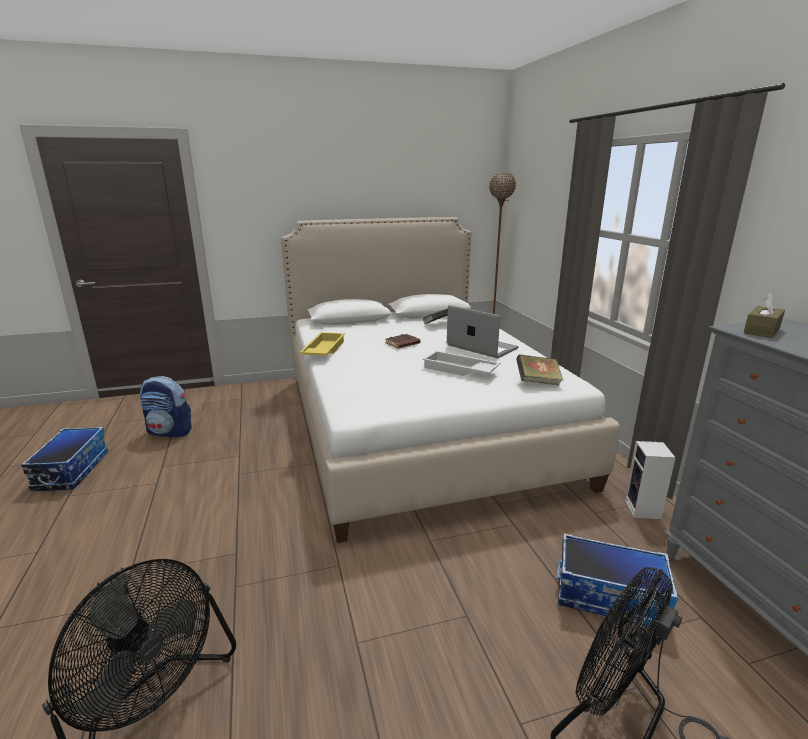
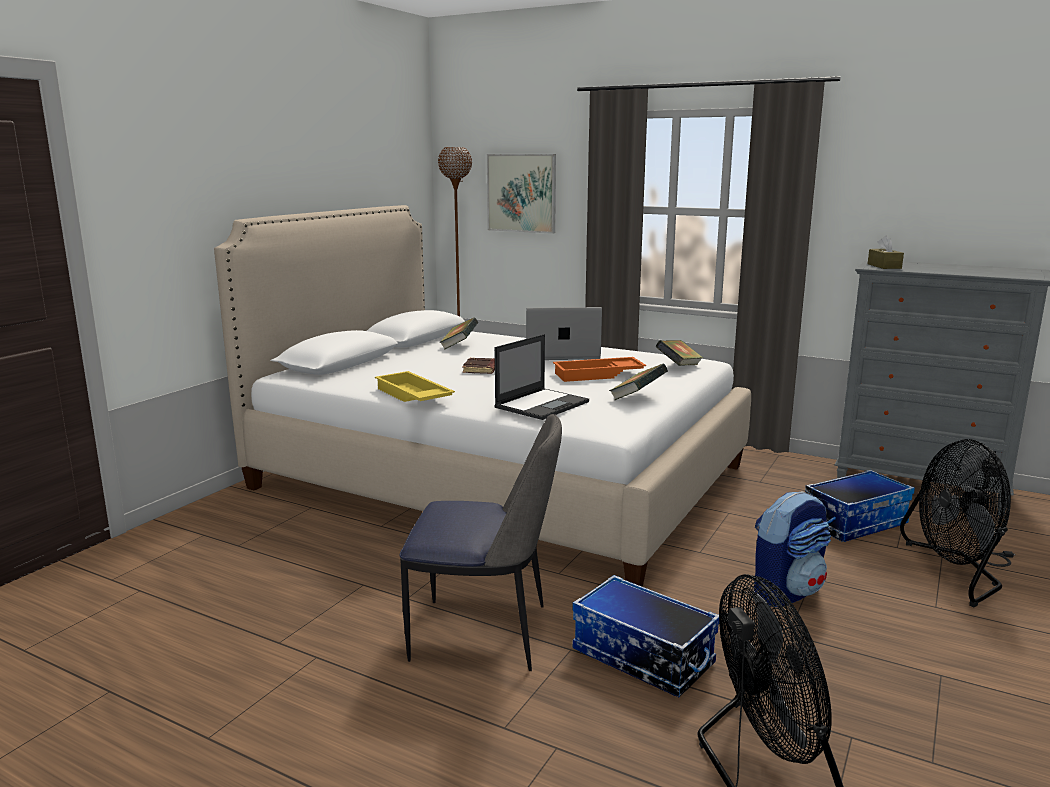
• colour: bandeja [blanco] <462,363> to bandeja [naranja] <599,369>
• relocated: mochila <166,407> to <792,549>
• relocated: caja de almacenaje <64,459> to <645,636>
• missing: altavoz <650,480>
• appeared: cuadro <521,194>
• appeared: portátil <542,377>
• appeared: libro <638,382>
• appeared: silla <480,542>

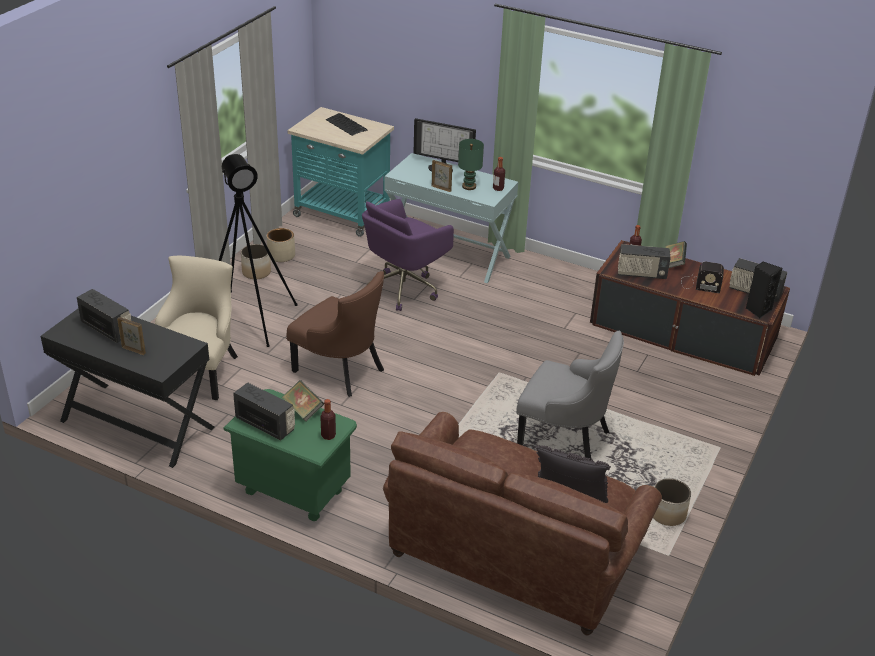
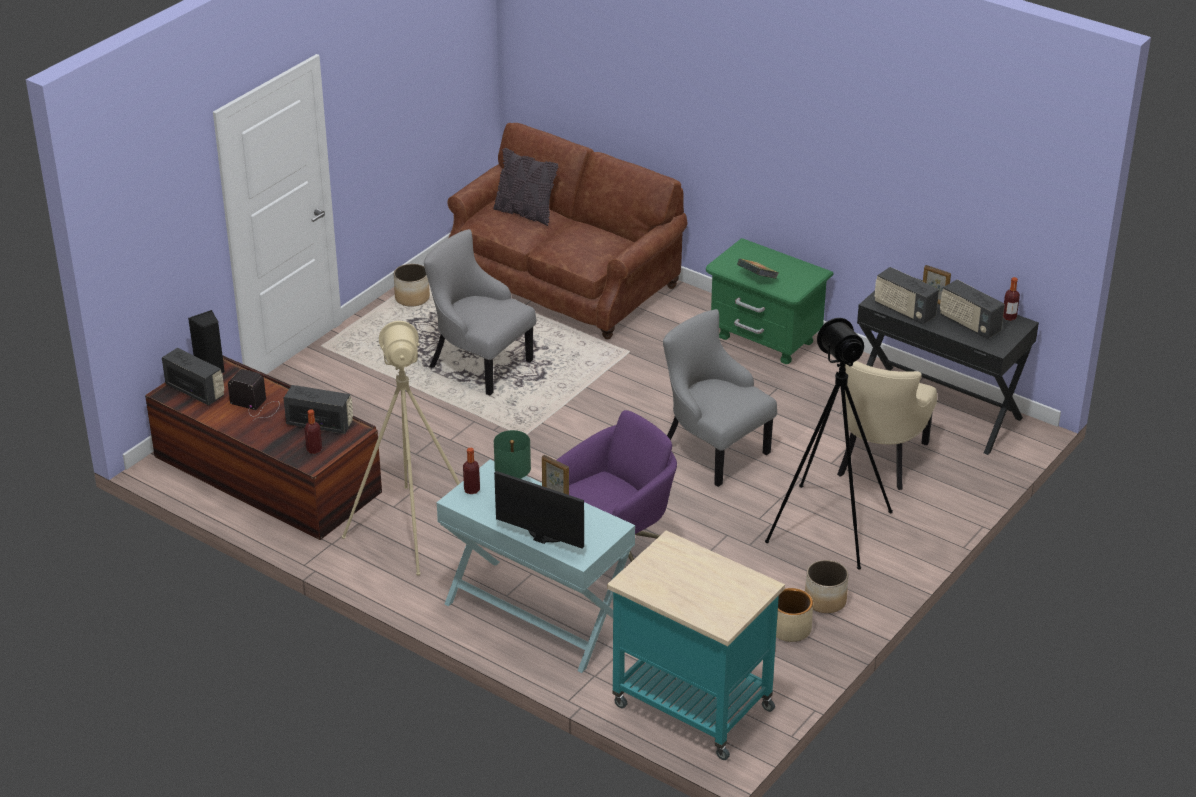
• missing: teclado <347,124>
• missing: libro <676,254>
• colour: silla [marrón] <335,334> to silla [gris] <720,398>
• relocated: radio <264,411> to <906,296>
• relocated: botella <328,419> to <1011,299>
• appeared: lámpara de pie [beis] <401,448>

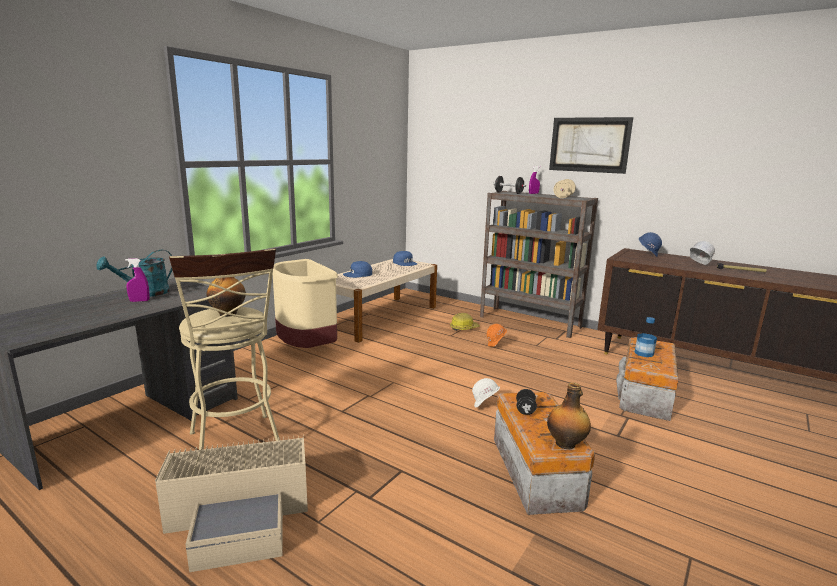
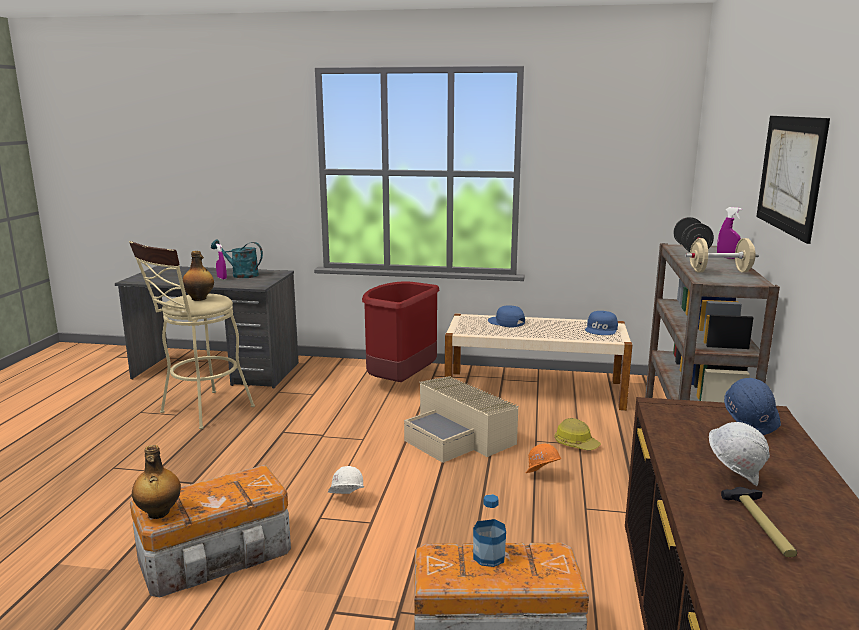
• colour: papelera [beis] <305,303> to papelera [rojo] <400,331>
• missing: mancuerna [negro] <526,402>
• relocated: caja de almacenaje [beis] <231,503> to <461,419>

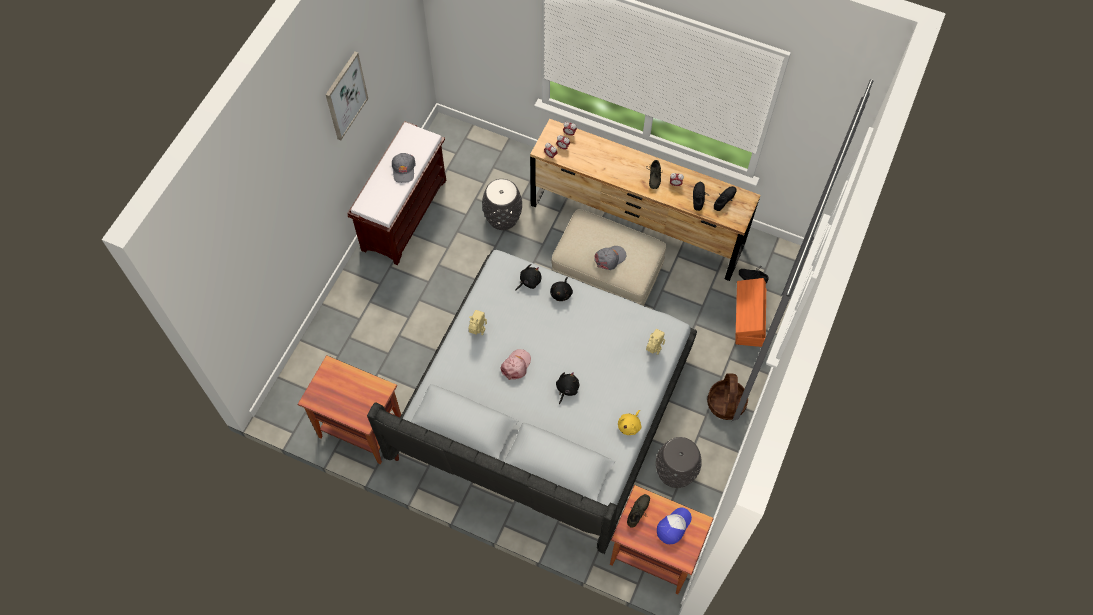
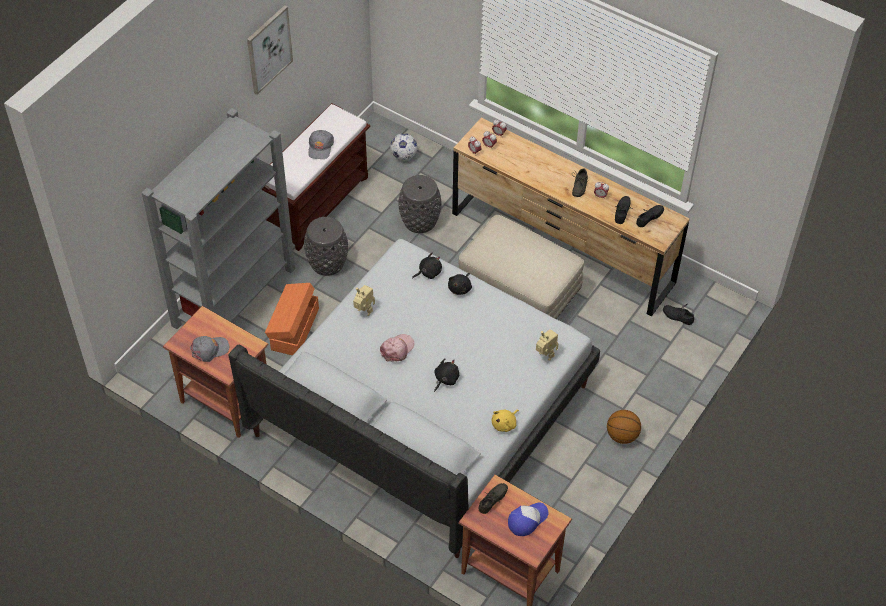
• relocated: gorra [gris] <610,258> to <209,349>
• relocated: caja de almacenaje [naranja] <750,312> to <292,319>
• exchanged: cesta <727,396> to balón de baloncesto <624,427>
• relocated: taburete [gris] <679,462> to <326,246>
• appeared: estantería [gris] <218,218>
• appeared: balón de fútbol <403,147>

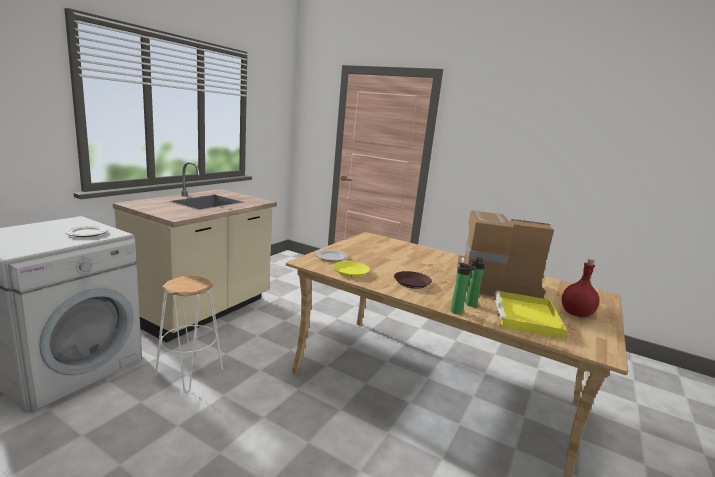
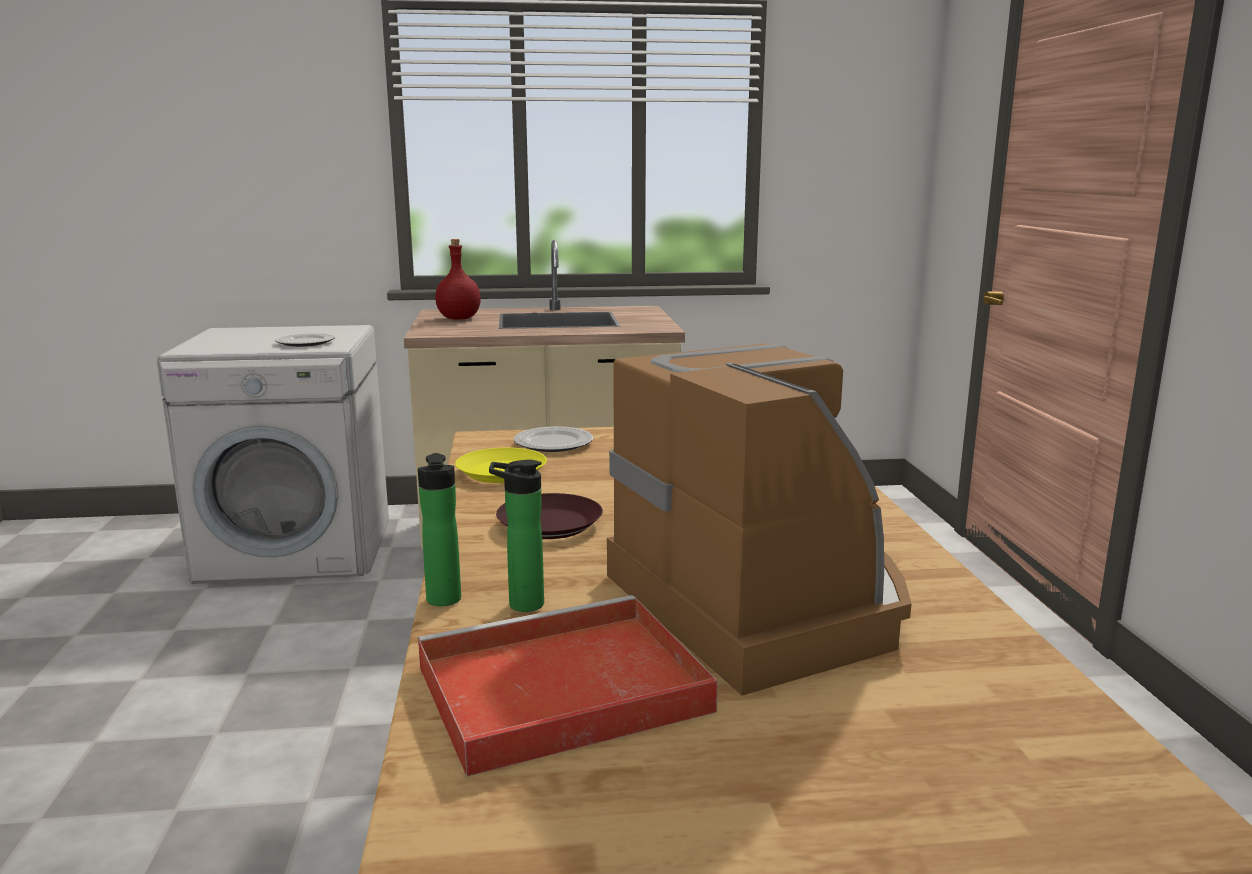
• relocated: botella [rojo] <580,288> to <458,279>
• missing: taburete [blanco] <189,334>
• colour: bandeja [amarillo] <530,314> to bandeja [rojo] <568,686>

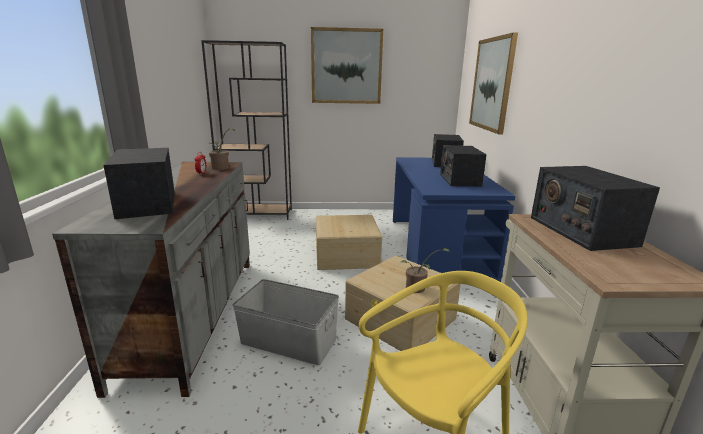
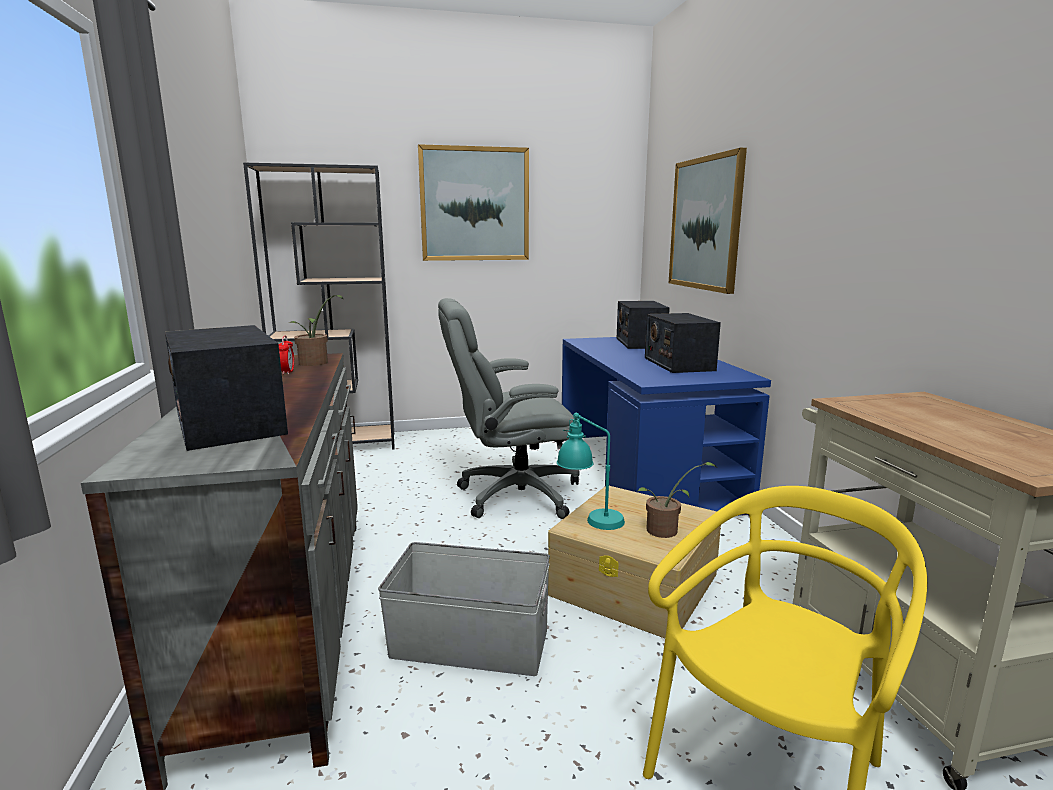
• missing: radio <595,208>
• exchanged: caja de almacenaje [beis] <349,242> to silla de oficina [gris] <508,408>
• appeared: lámpara de mesa [turquesa] <591,471>

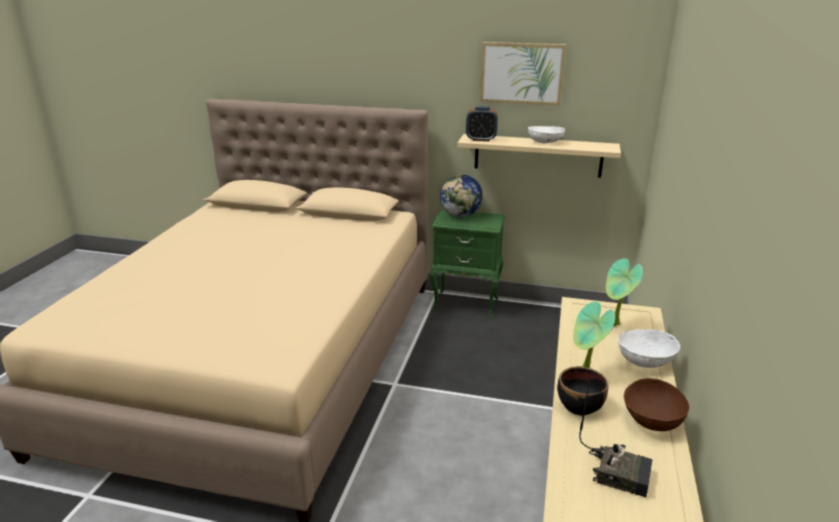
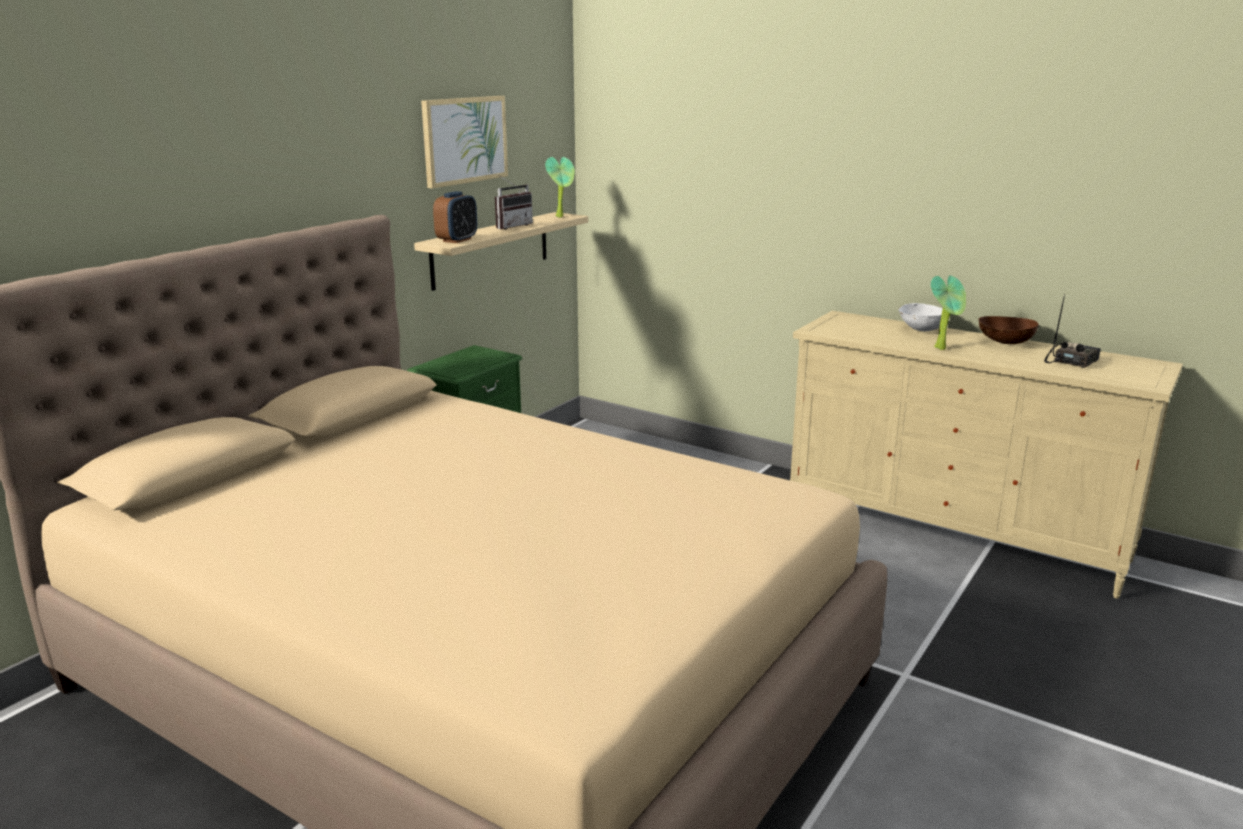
• exchanged: cuenco [blanco] <546,134> to radio <514,202>
• missing: globo terráqueo <461,195>
• relocated: planta en maceta <624,292> to <560,187>
• missing: cuenco [negro] <582,390>

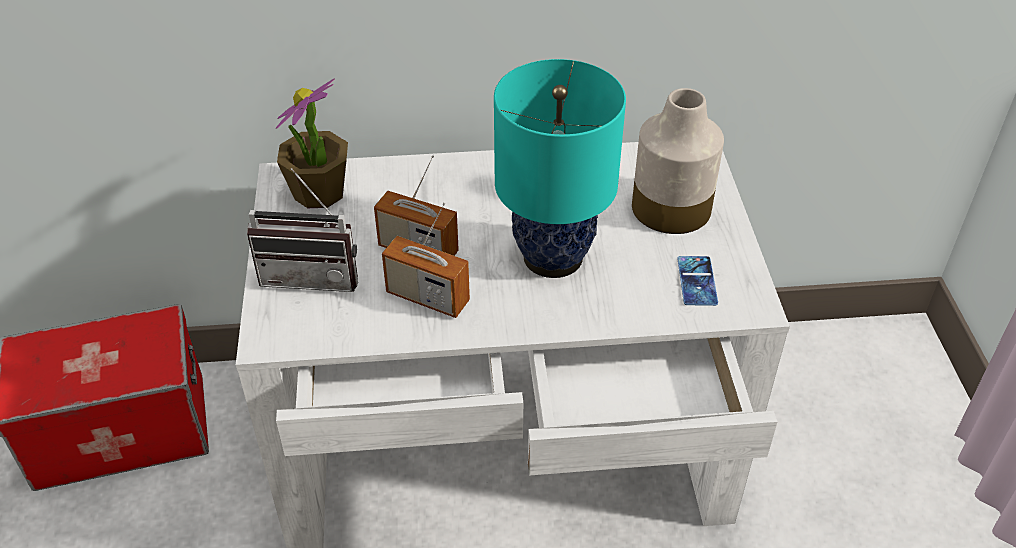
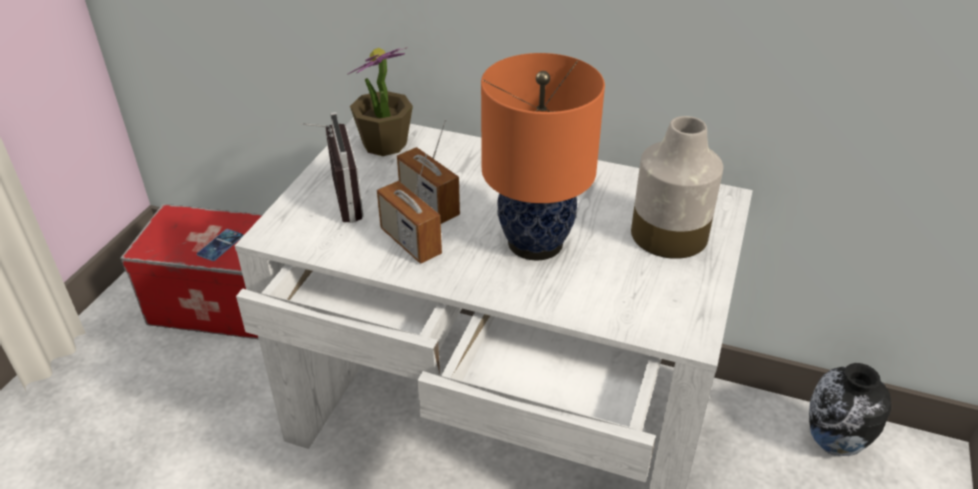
• colour: lámpara de mesa [turquesa] <560,168> to lámpara de mesa [naranja] <543,156>
• spun: radio <302,230> = <332,167> 135 degrees counterclockwise
• relocated: móvil <697,281> to <220,245>
• appeared: florero <850,409>

